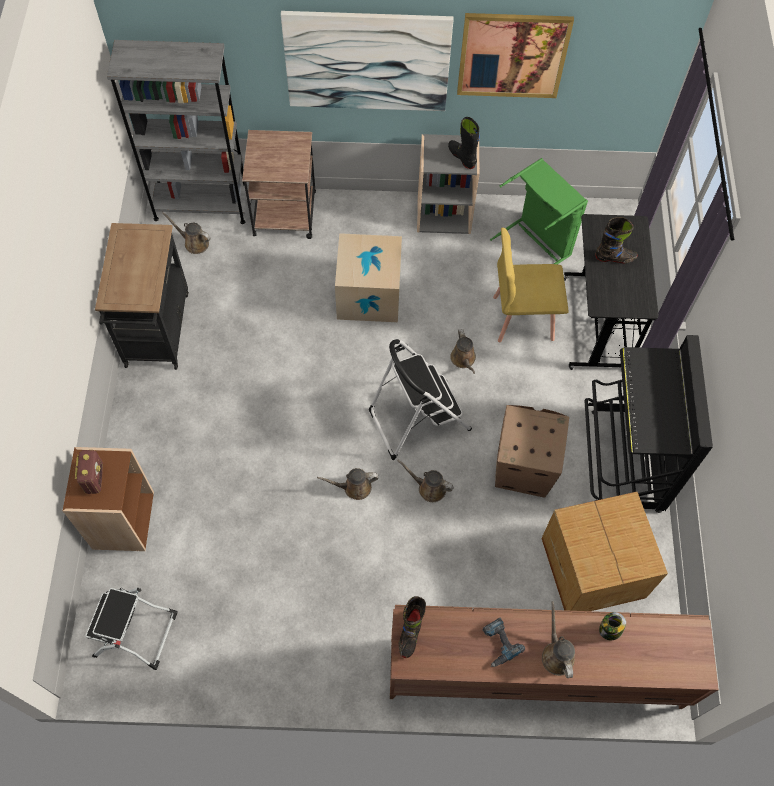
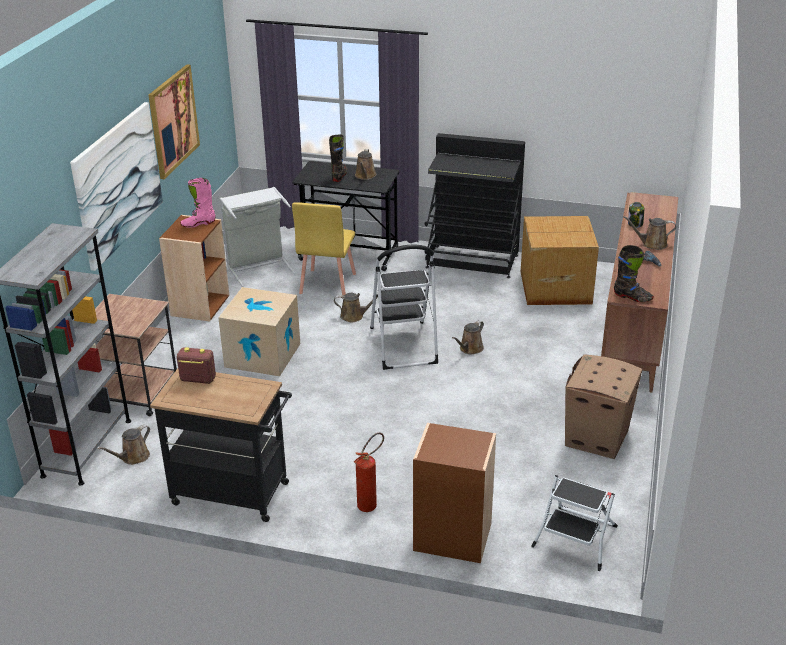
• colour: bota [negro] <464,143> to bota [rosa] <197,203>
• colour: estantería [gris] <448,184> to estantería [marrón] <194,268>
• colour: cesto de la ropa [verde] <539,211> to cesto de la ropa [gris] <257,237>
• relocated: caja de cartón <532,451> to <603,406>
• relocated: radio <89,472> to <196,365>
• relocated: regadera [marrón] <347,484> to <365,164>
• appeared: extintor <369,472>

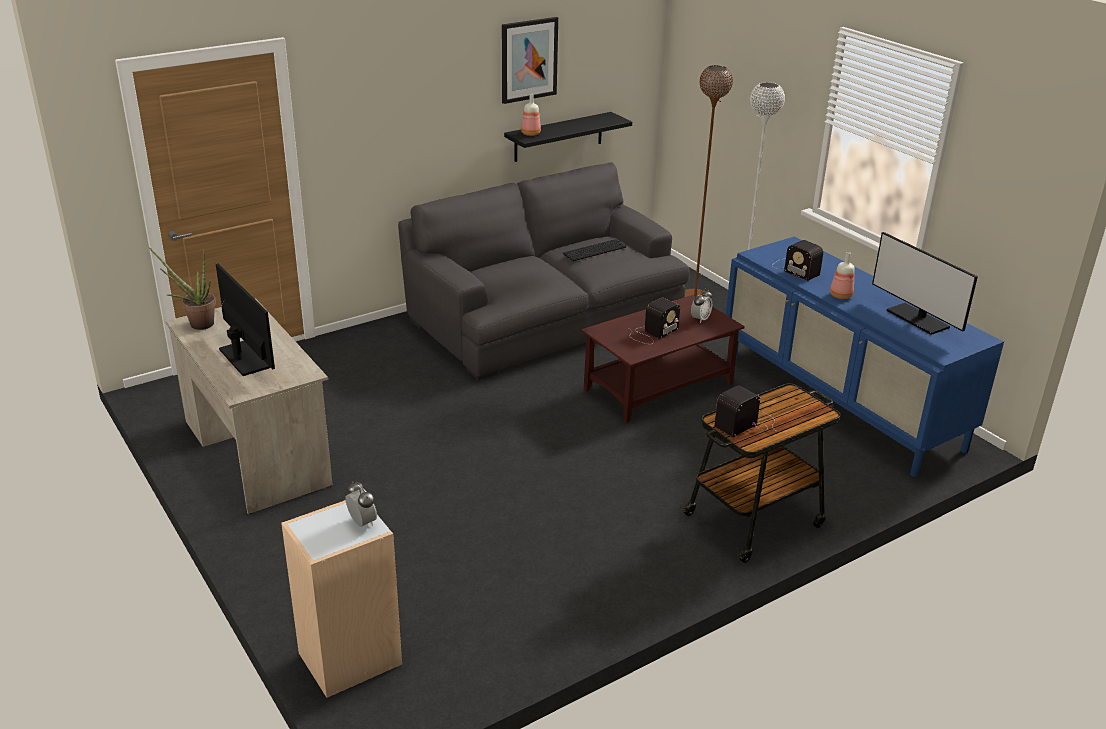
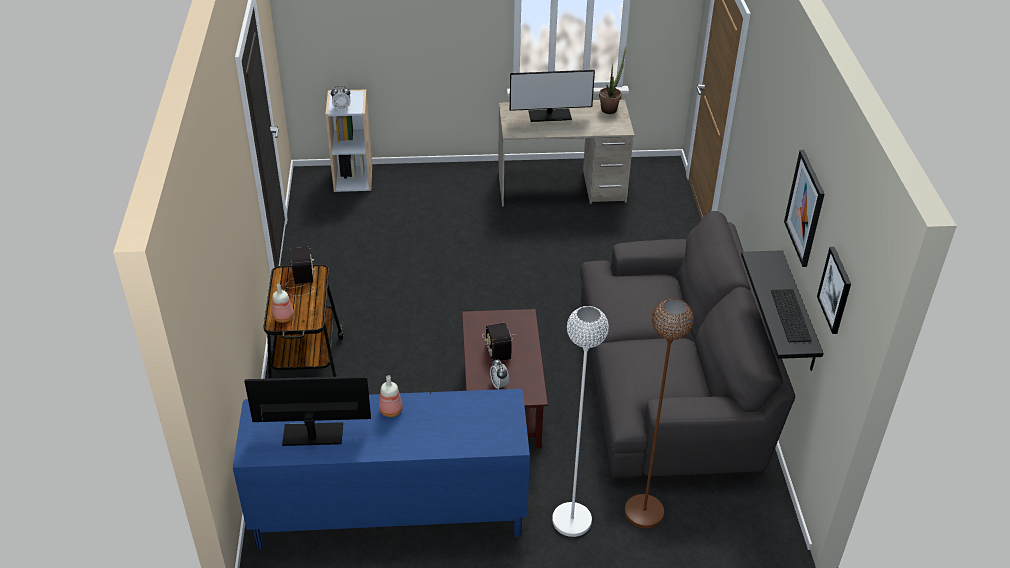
• relocated: botella <531,114> to <283,303>
• relocated: teclado <594,250> to <791,315>
• missing: radio <797,260>
• appeared: cuadro <834,290>

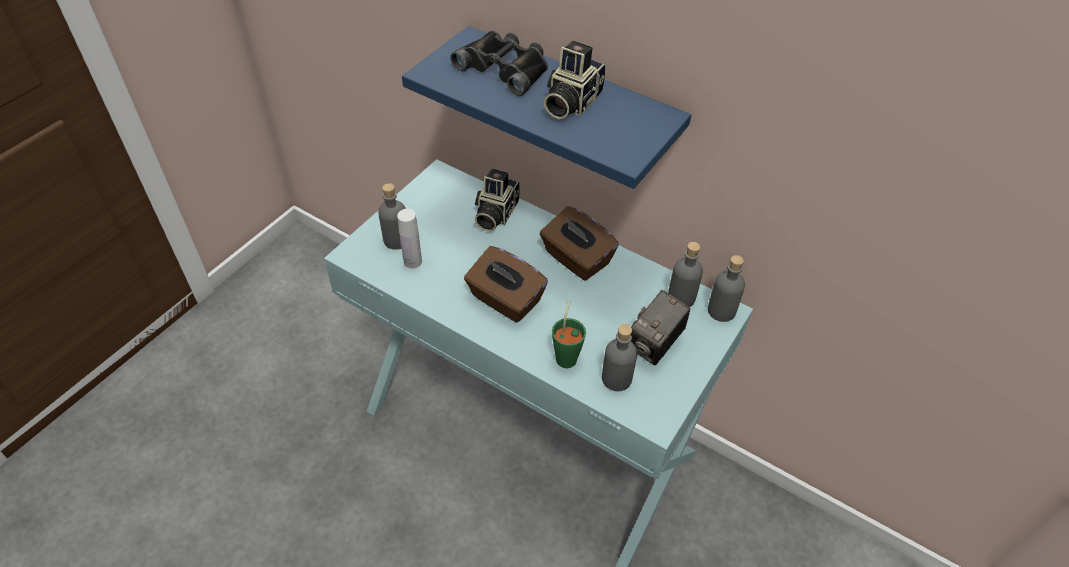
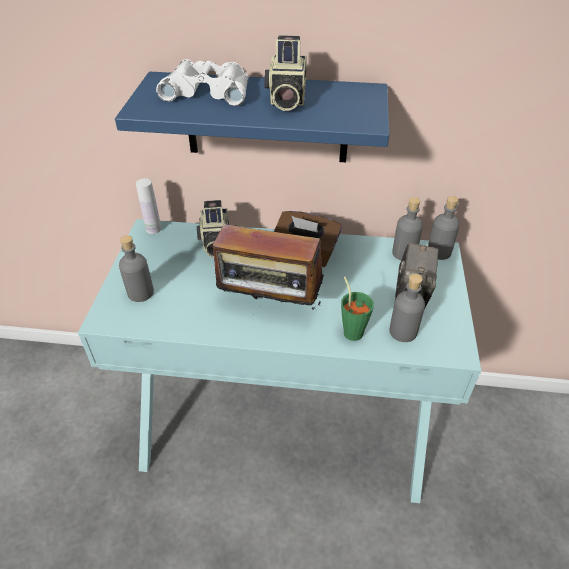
• colour: prismáticos [negro] <499,63> to prismáticos [blanco] <202,82>
• relocated: botella [blanco] <409,239> to <148,206>
• exchanged: caja de pañuelos [marrón] <506,284> to radio <268,269>

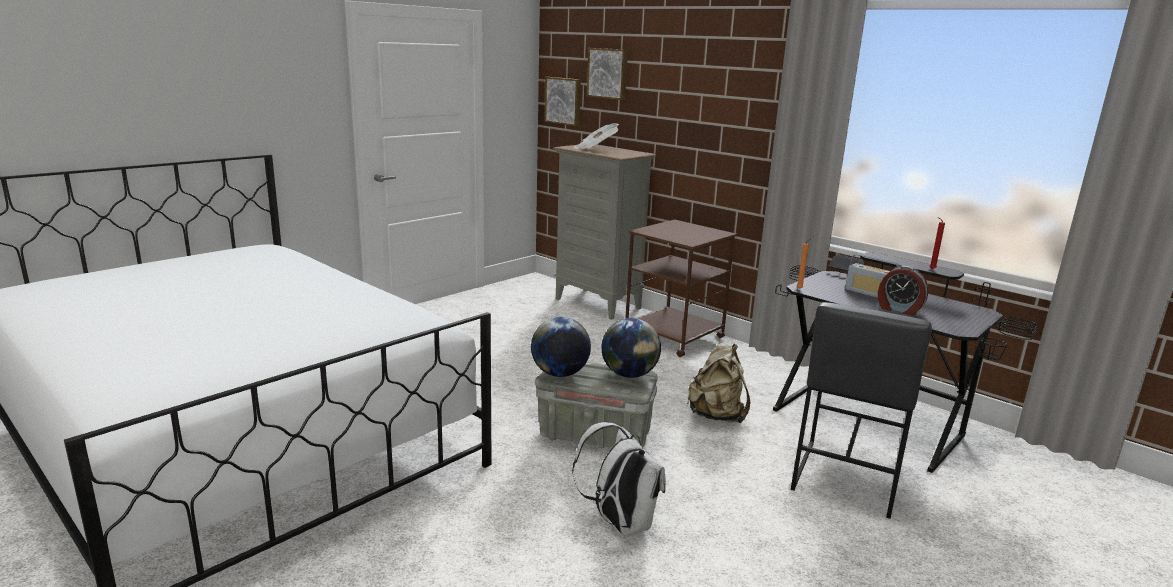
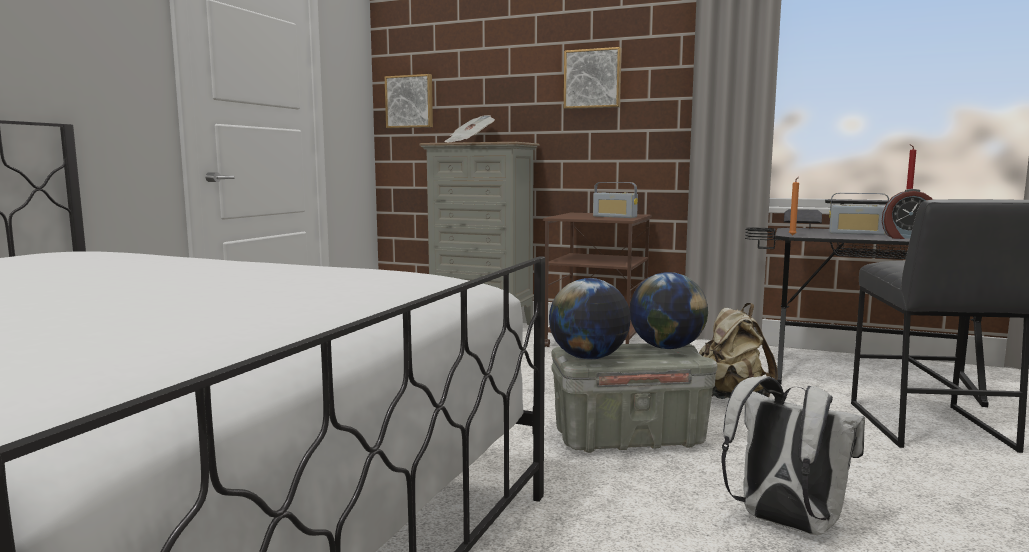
• relocated: cuadro <607,74> to <592,78>
• appeared: radio <615,200>

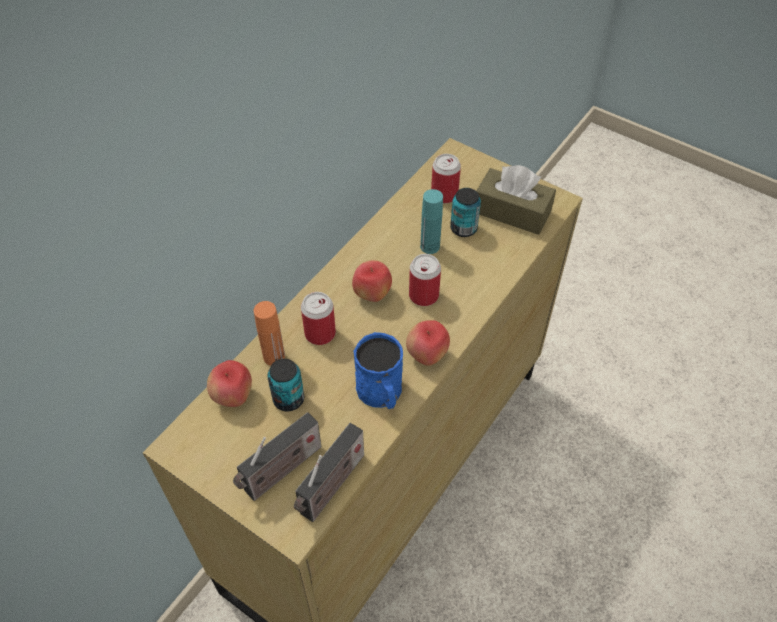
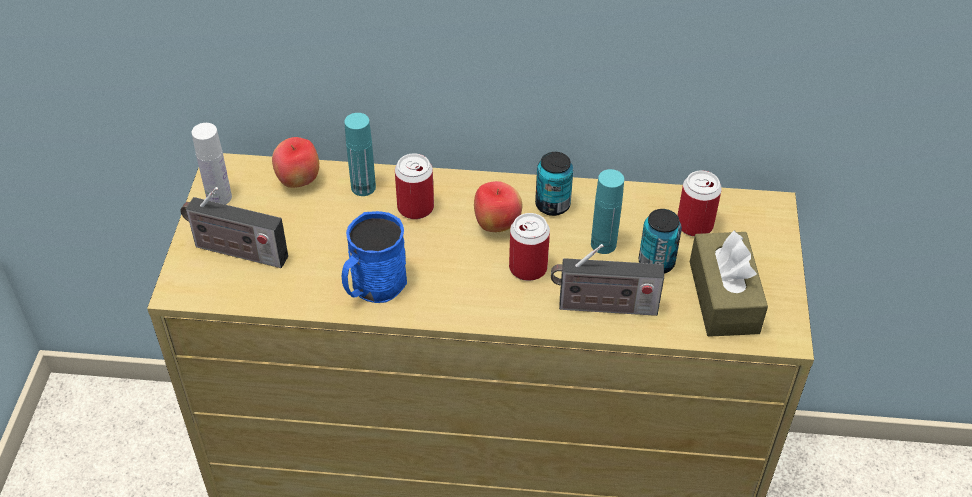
• colour: botella [naranja] <269,333> to botella [turquesa] <360,154>
• missing: manzana <428,343>
• relocated: lata <285,385> to <554,184>
• relocated: radio <329,472> to <607,280>
• appeared: botella [blanco] <212,164>

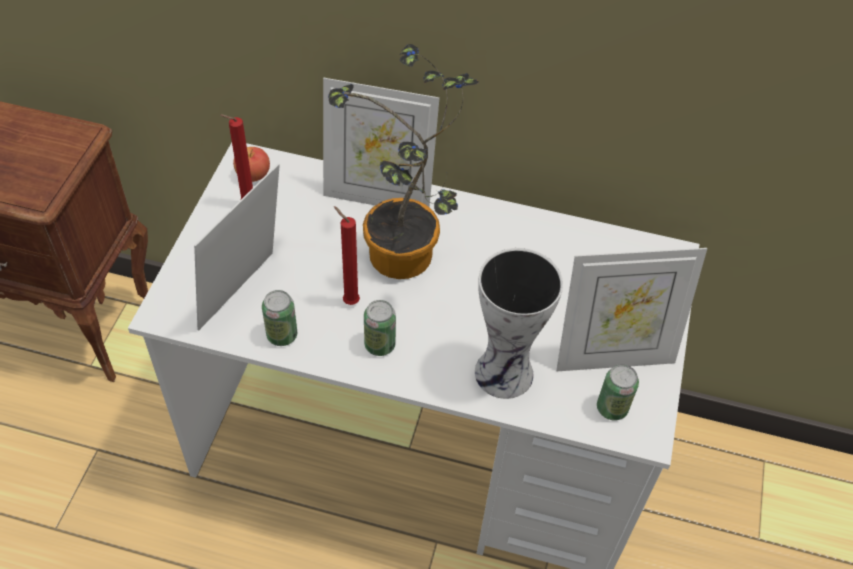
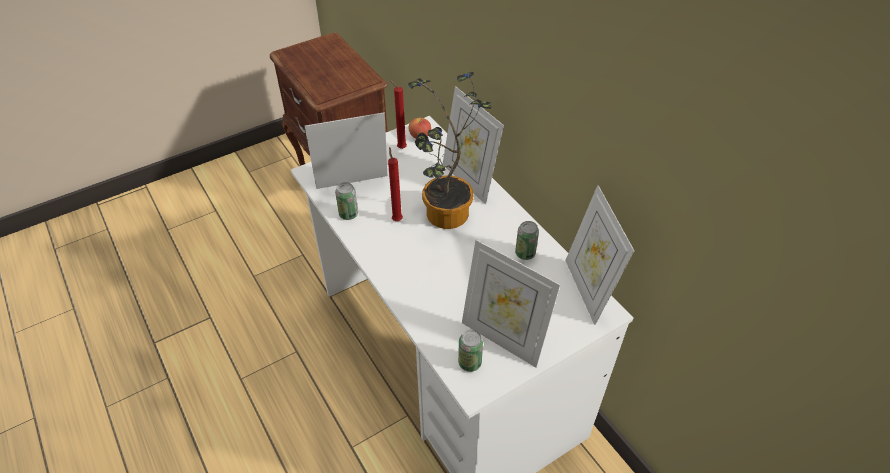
• missing: florero <519,323>
• relocated: lata <380,328> to <527,240>
• appeared: portarretratos <599,255>

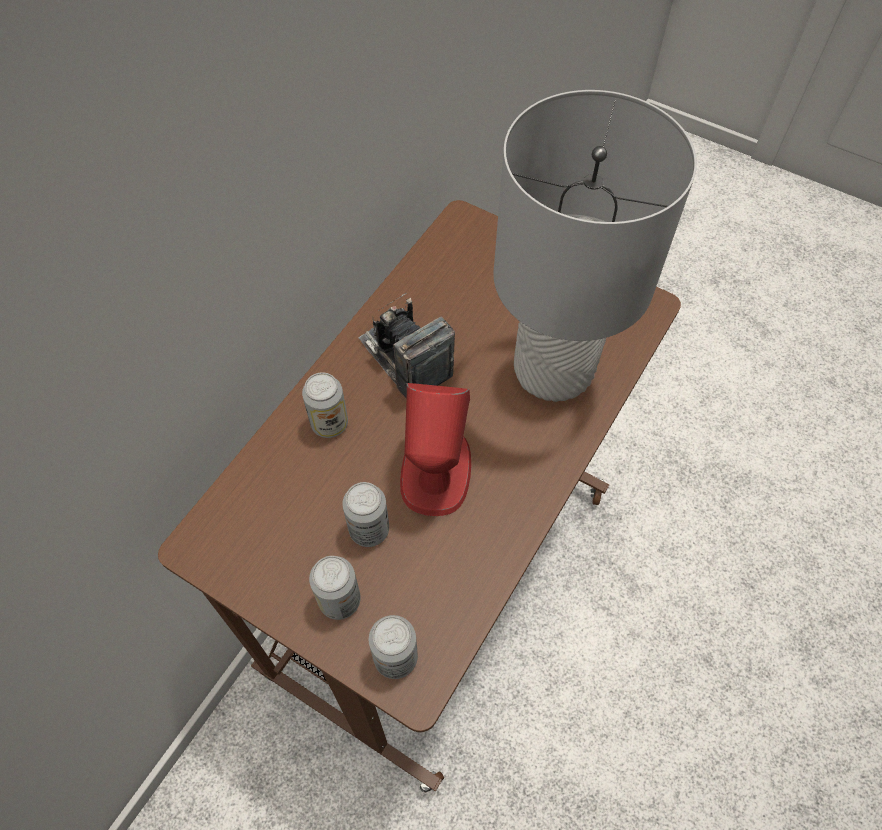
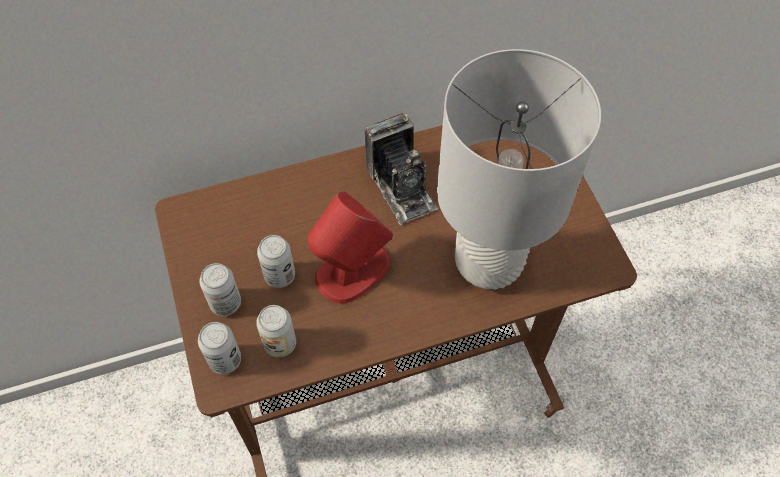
• spun: cámara <407,346> = <401,169> 150 degrees clockwise
• relocated: lata <325,405> to <276,331>

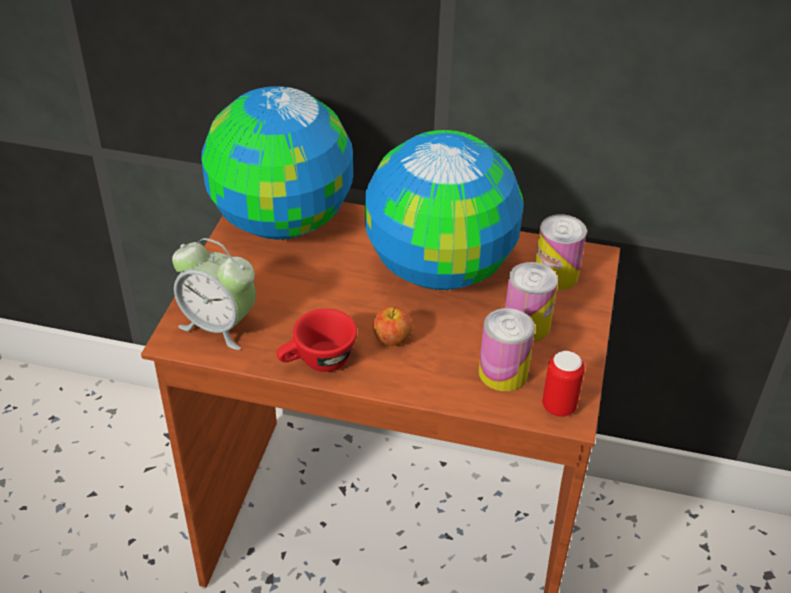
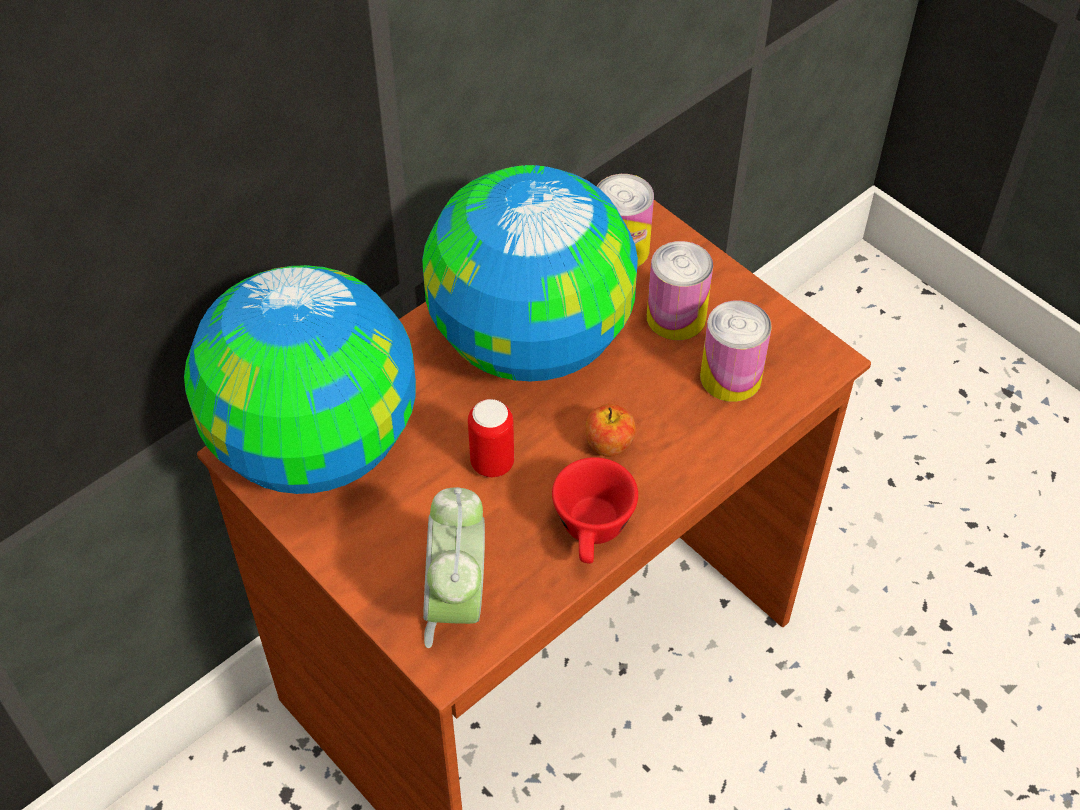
• spun: despertador <214,294> = <454,567> 120 degrees clockwise
• relocated: lata <563,384> to <491,438>

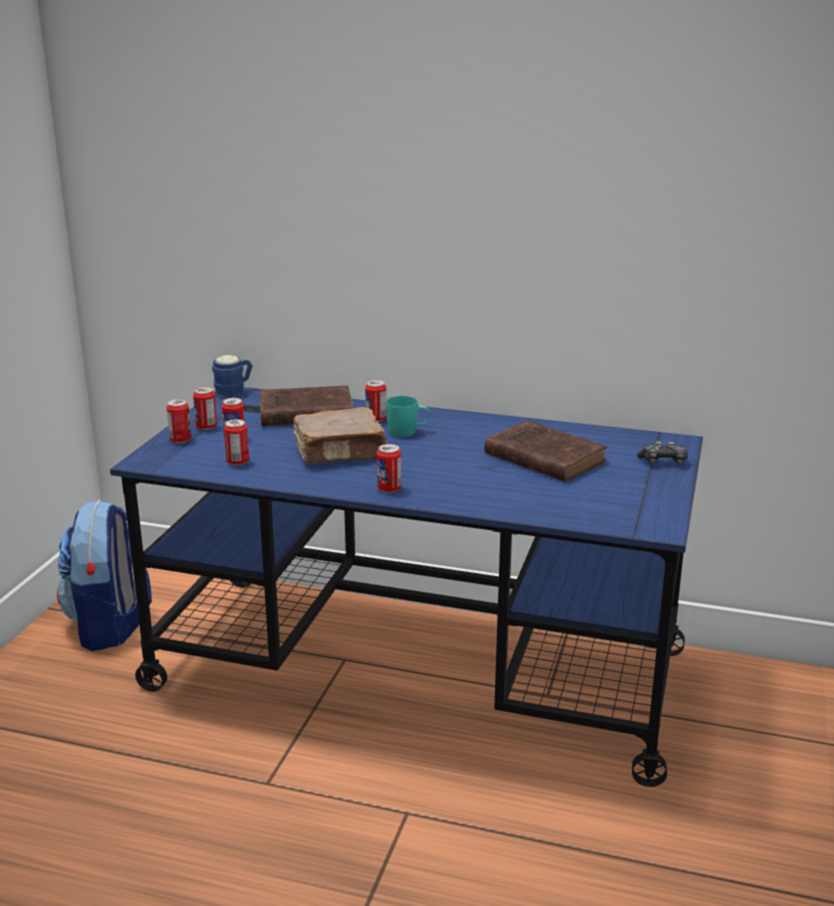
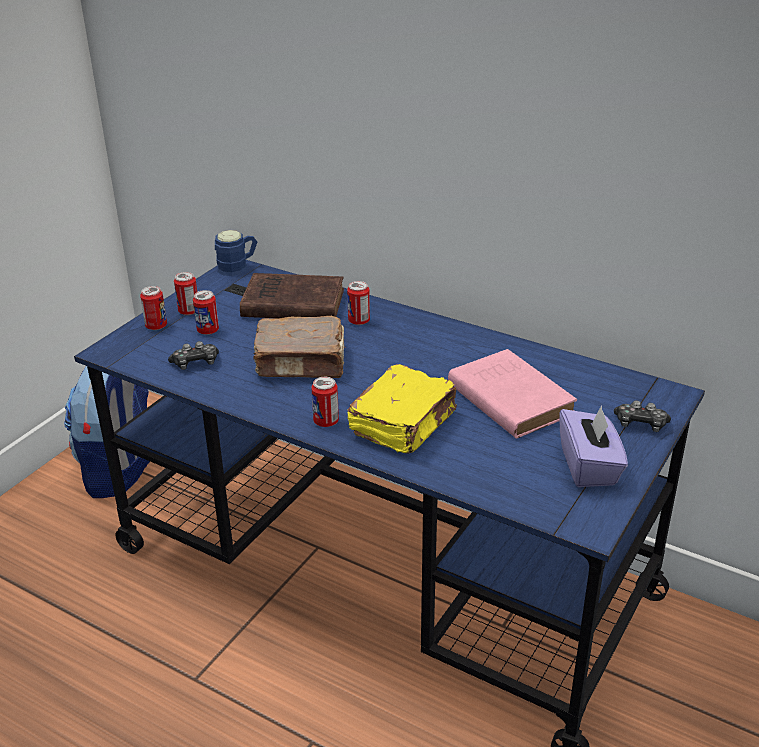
• missing: taza grande [turquesa] <408,416>
• exchanged: lata <236,442> to mando de consola <193,355>
• colour: libro [marrón] <546,451> to libro [rosa] <512,394>
• appeared: libro [amarillo] <402,409>
• appeared: caja de pañuelos [morado] <593,446>

